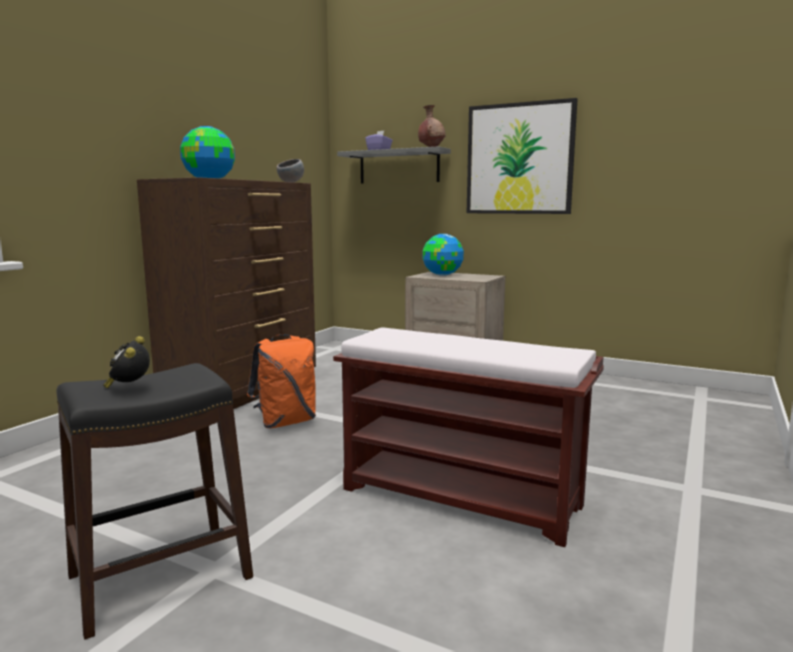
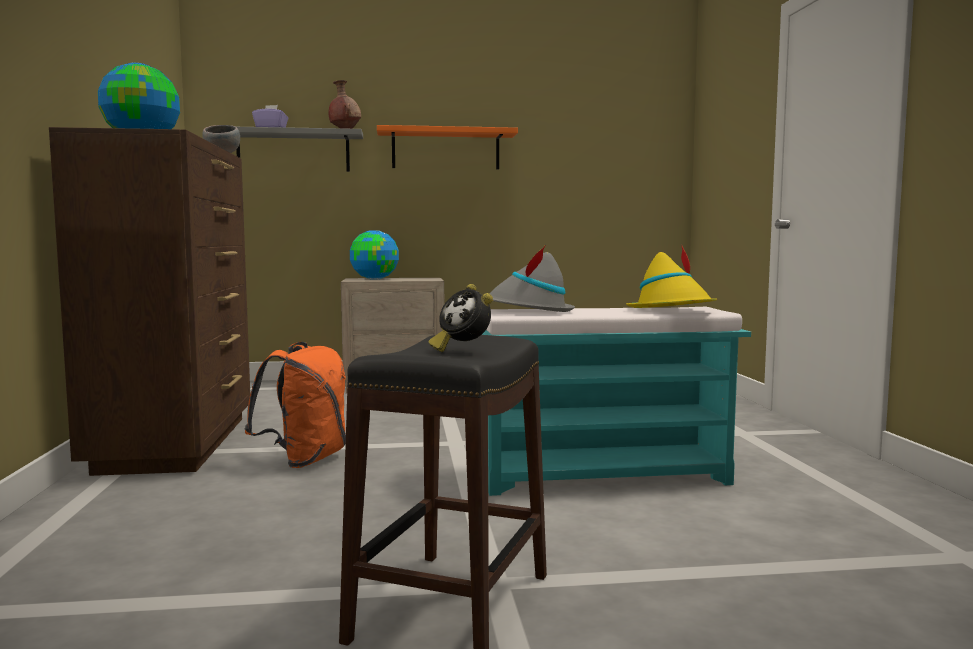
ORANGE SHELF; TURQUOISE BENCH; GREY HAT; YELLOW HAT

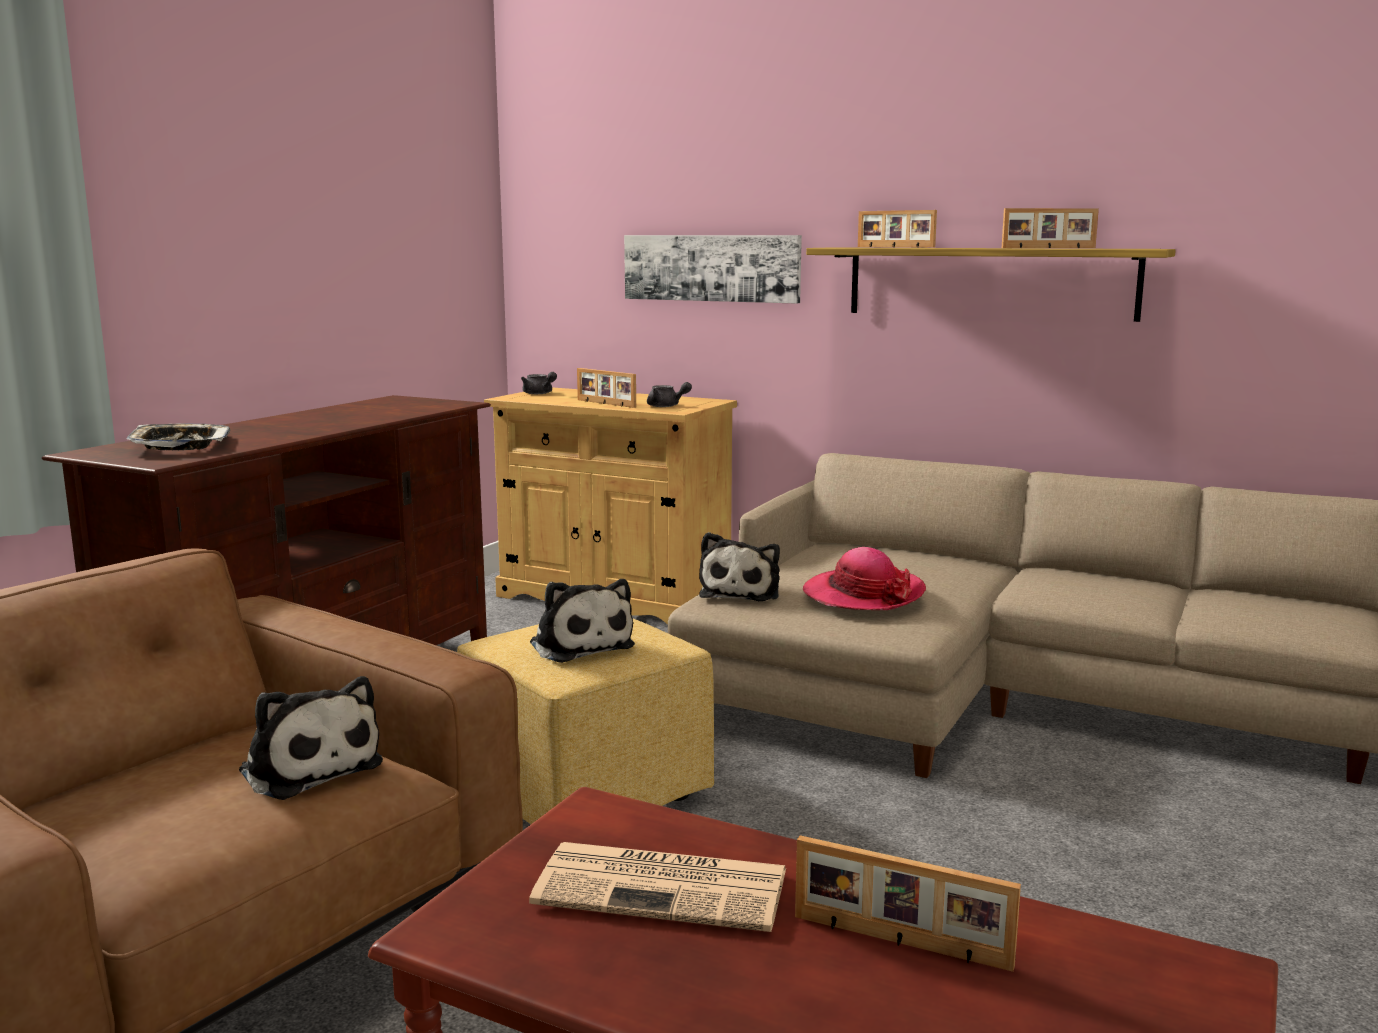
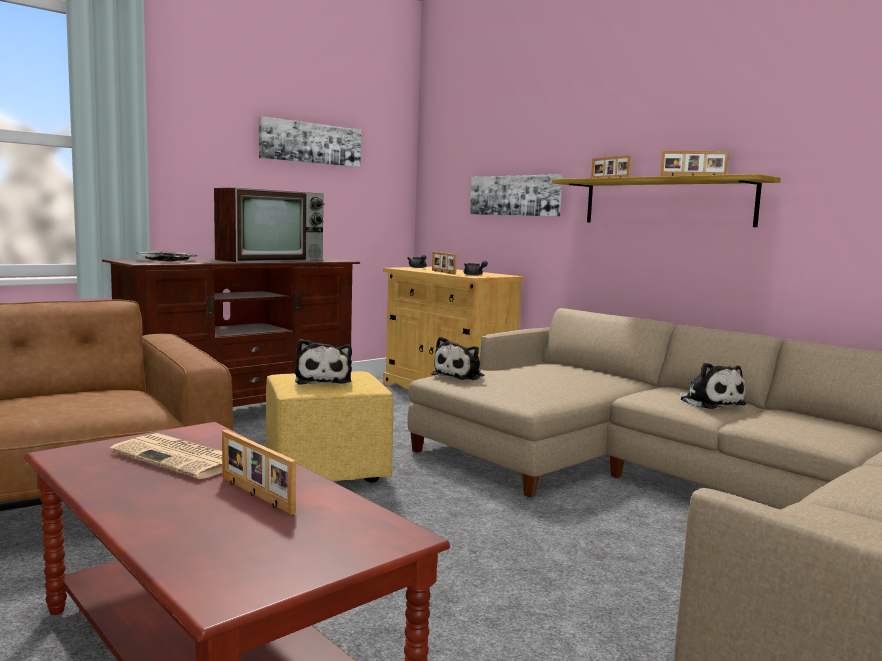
HAT; PLUSH TOY (3rd from left); PICTURE (1st from left); TELEVISION

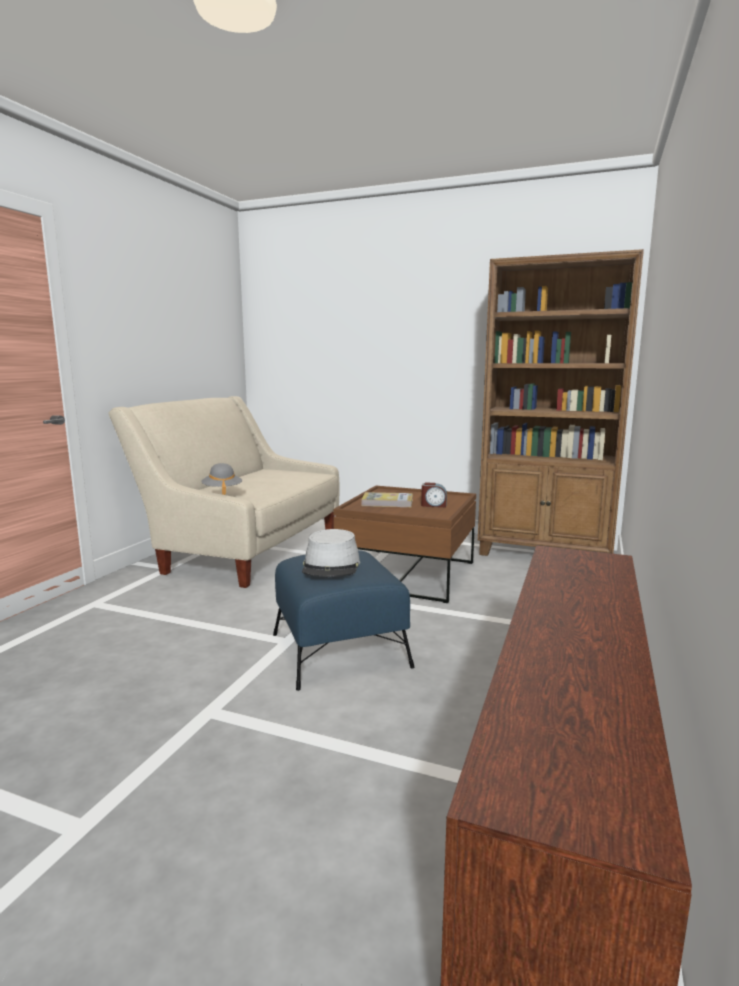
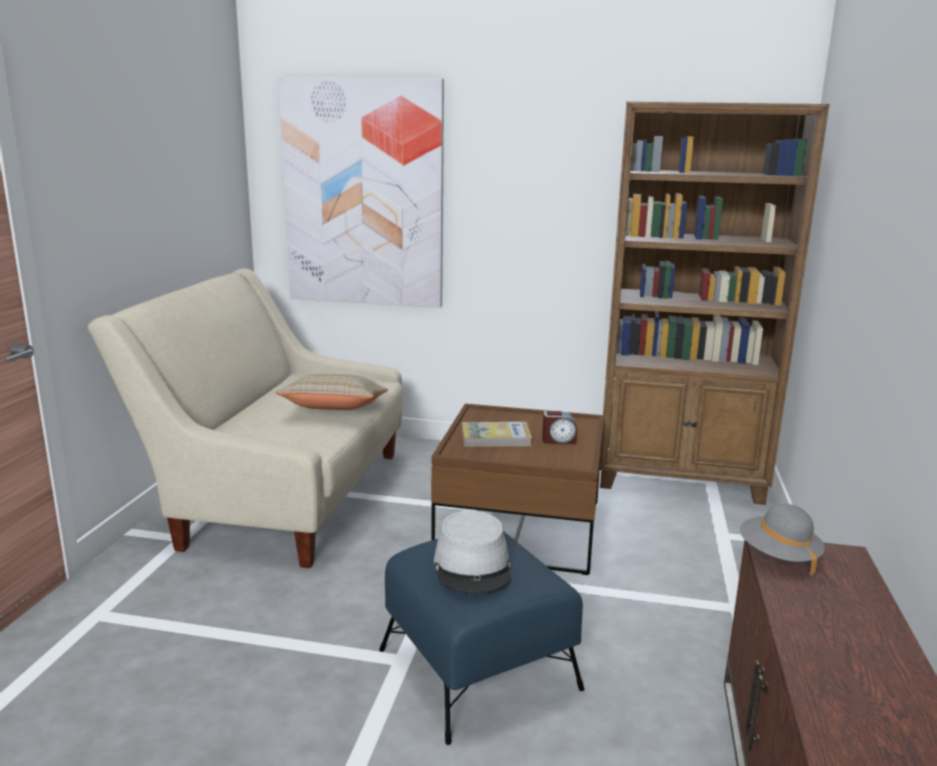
GREY HAT (2nd from left); PICTURE; BEIGE PILLOW

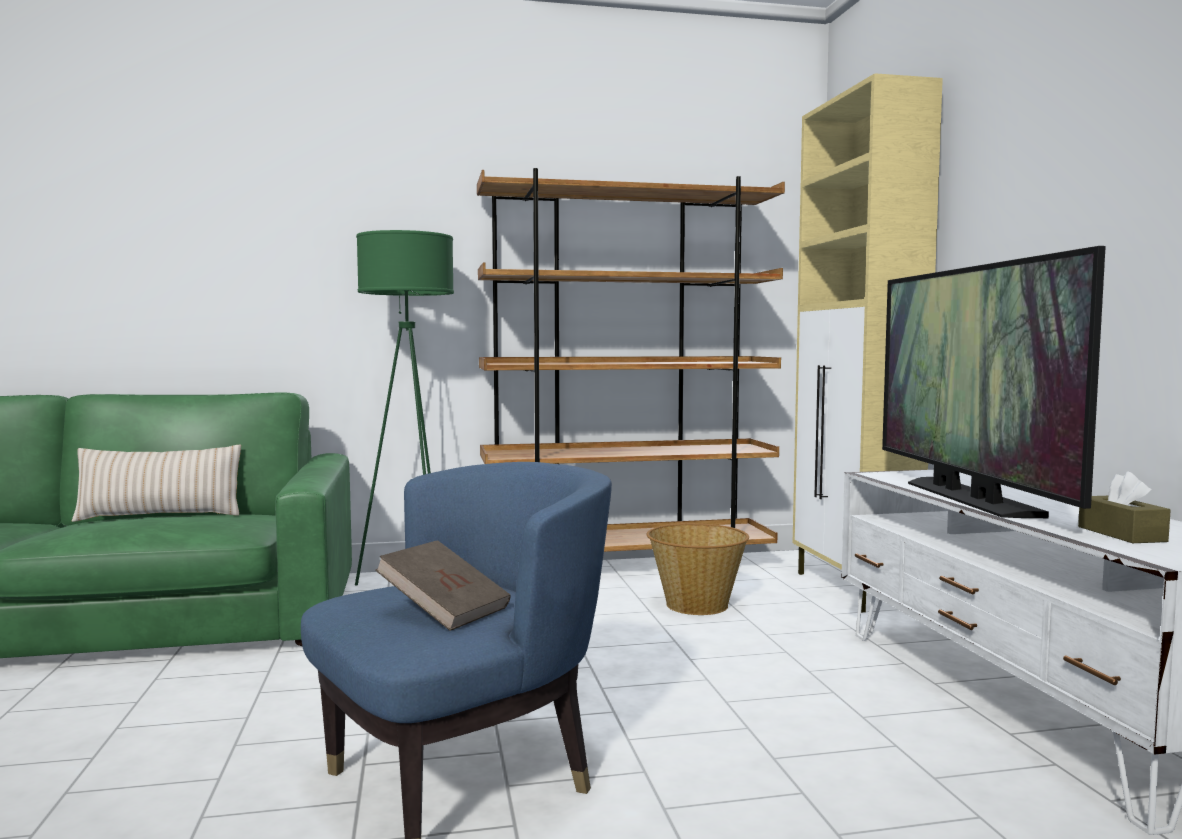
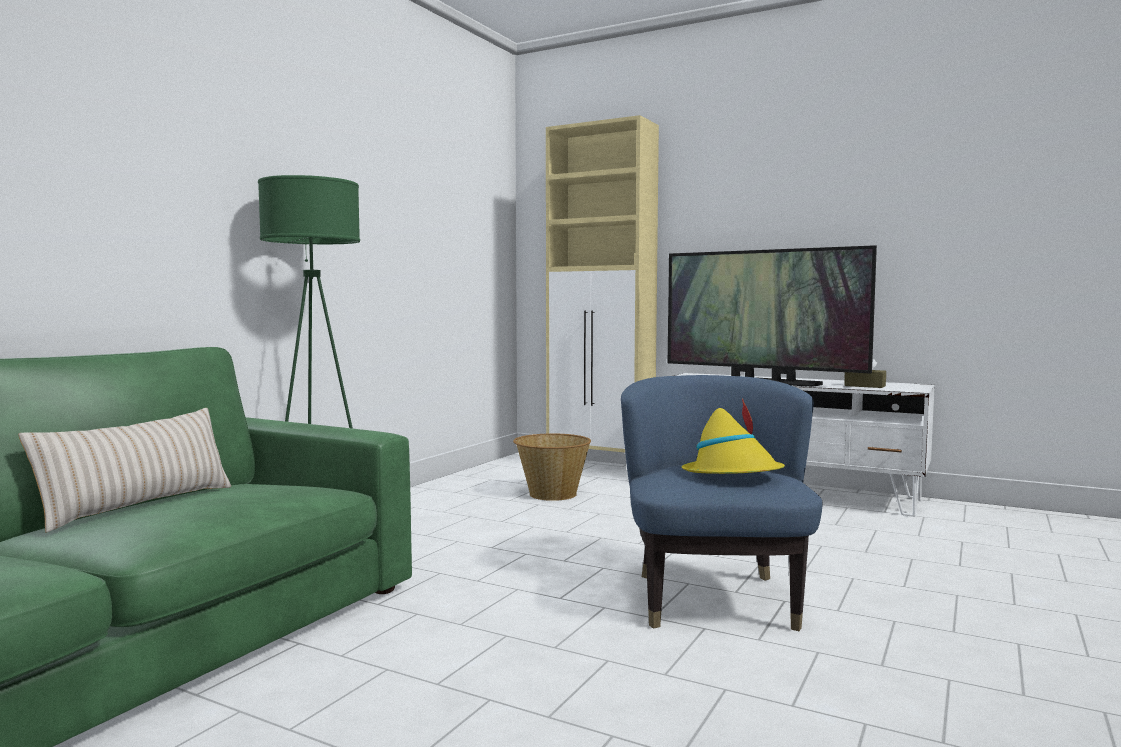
BROWN BOOKCASE; YELLOW HAT

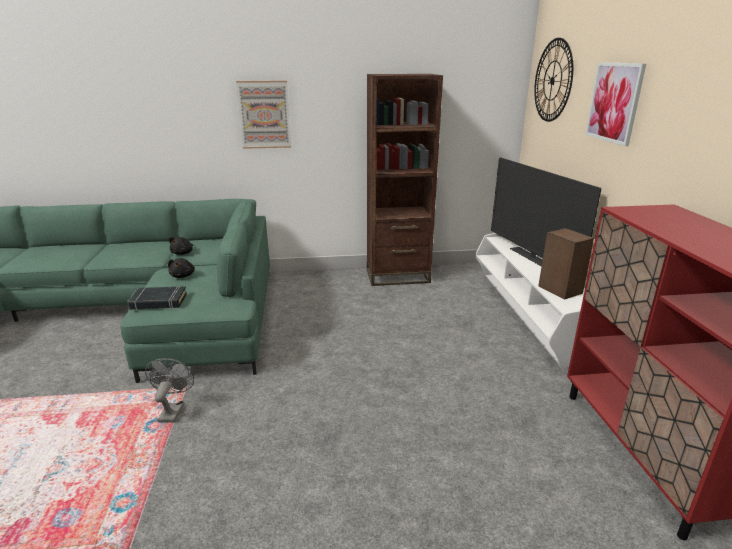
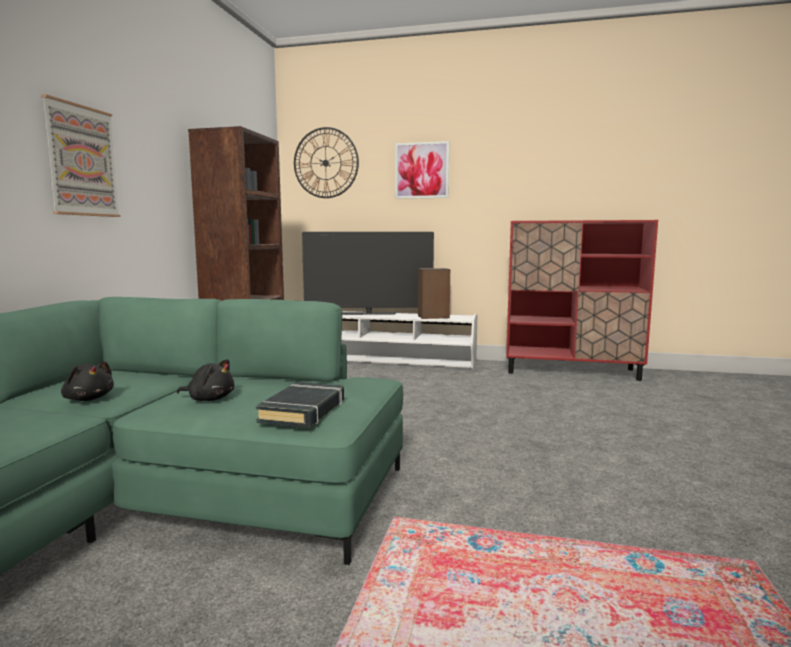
GREY FAN

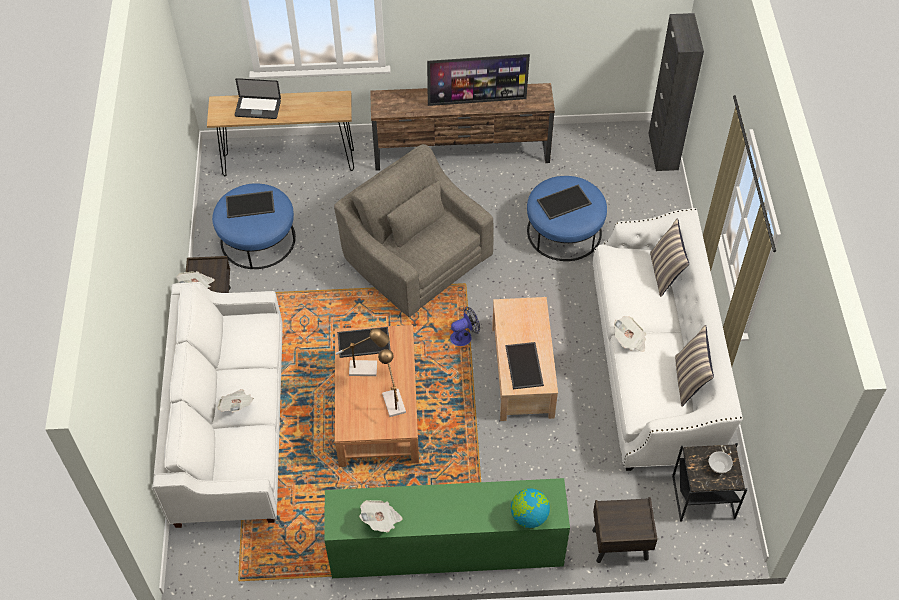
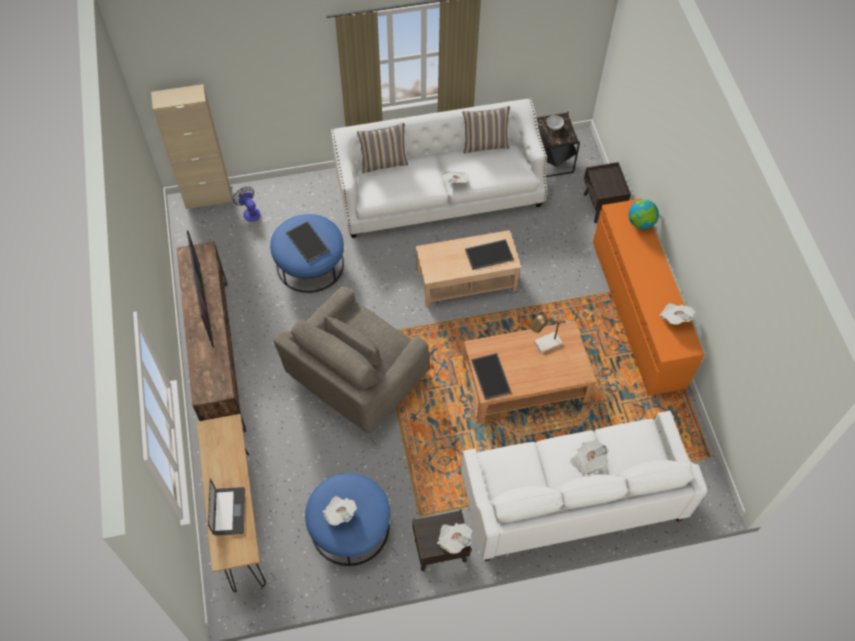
BEIGE CABINET; NEWSPAPER (1st from left); FAN; TABLE LAMP (1st from left in the first image); ORANGE DRESSER

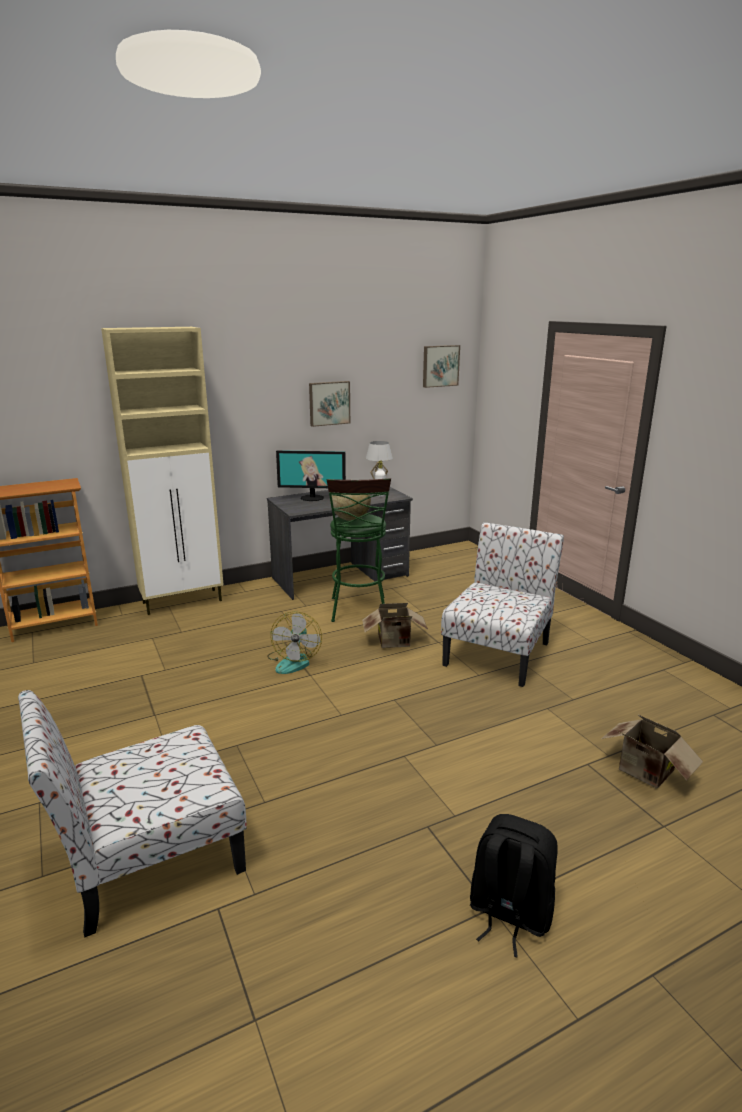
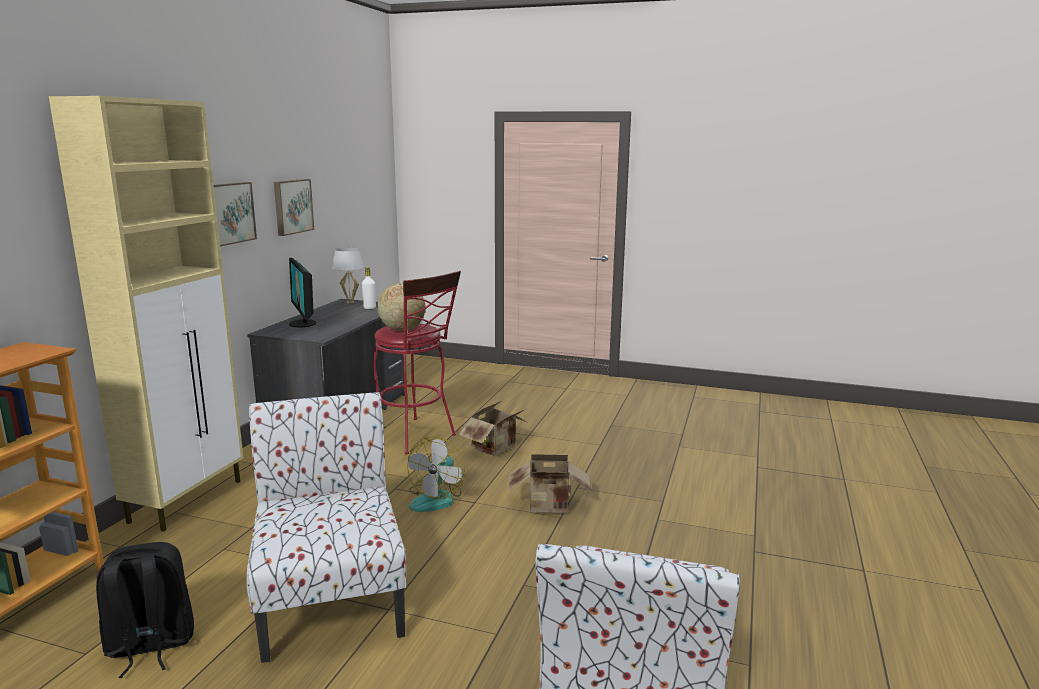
PICTURE (1st from left); MONITOR; RED STOOL; CHAIR (1st from left); FAN; CARDBOARD BOX (2nd from left); BLACK BACKPACK

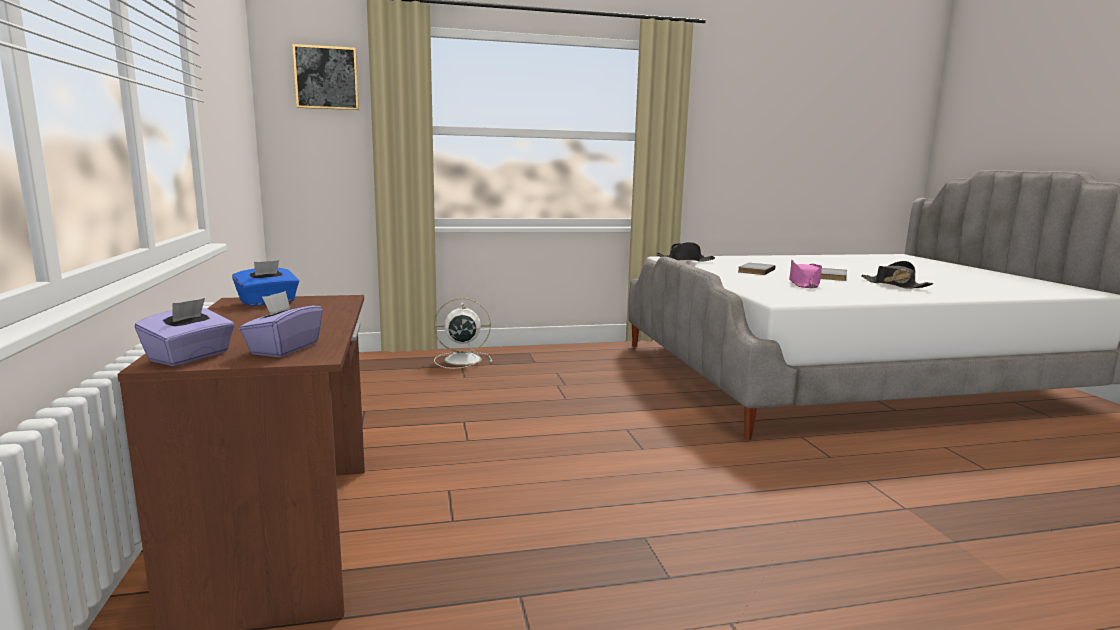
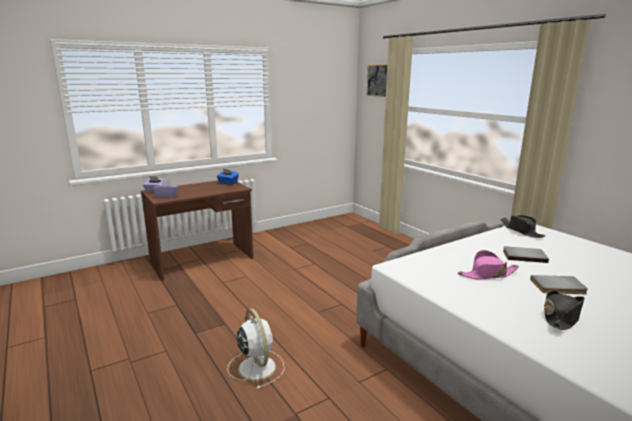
WHITE FAN

